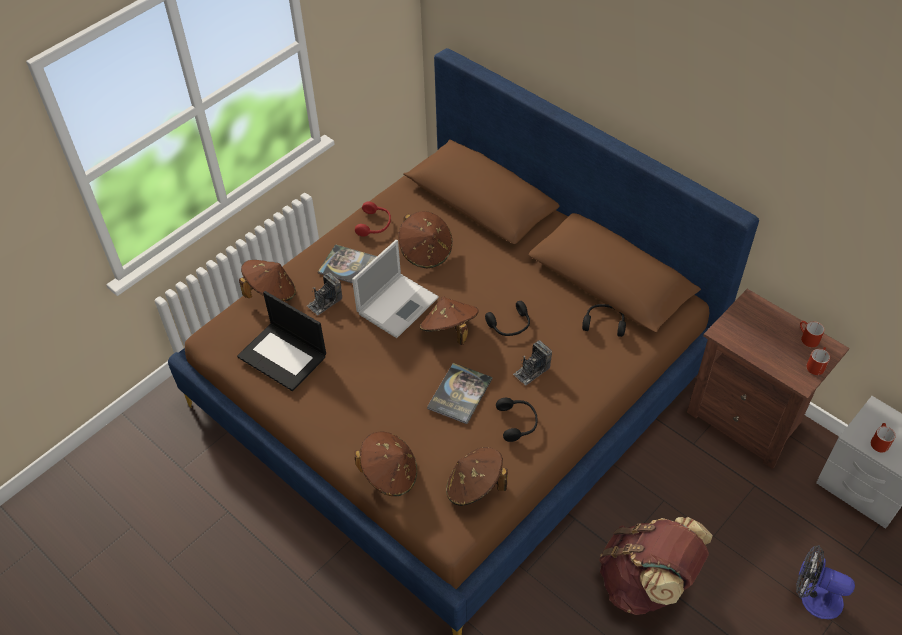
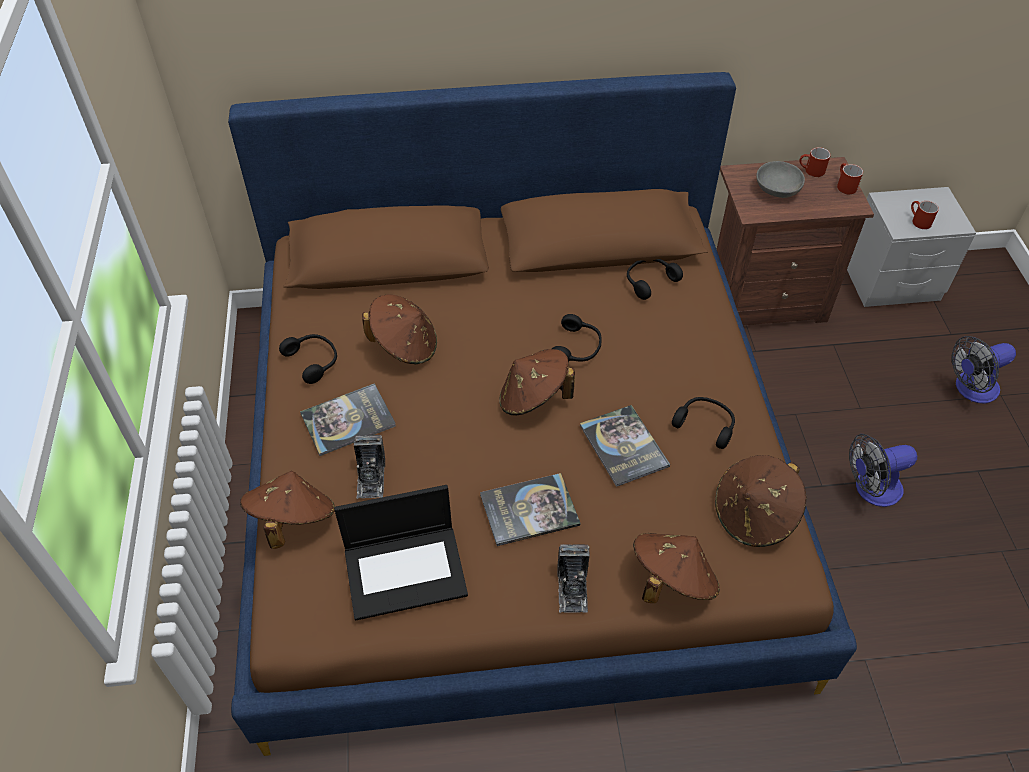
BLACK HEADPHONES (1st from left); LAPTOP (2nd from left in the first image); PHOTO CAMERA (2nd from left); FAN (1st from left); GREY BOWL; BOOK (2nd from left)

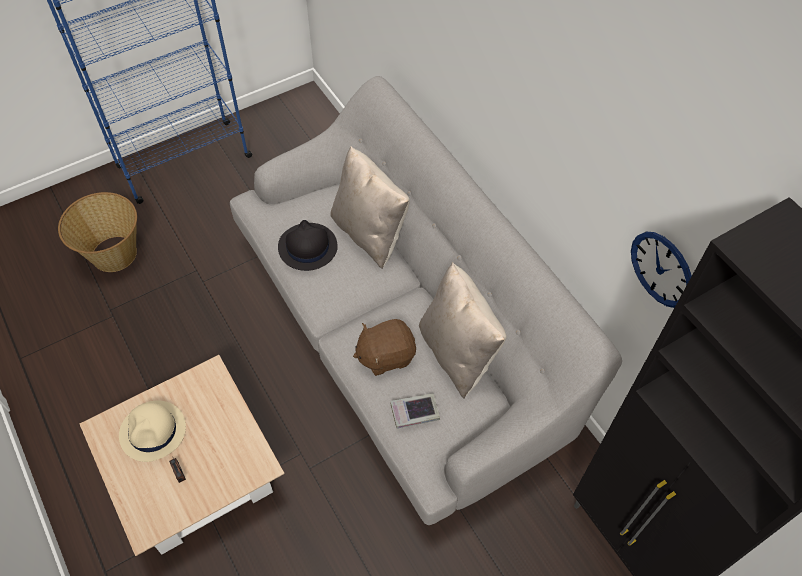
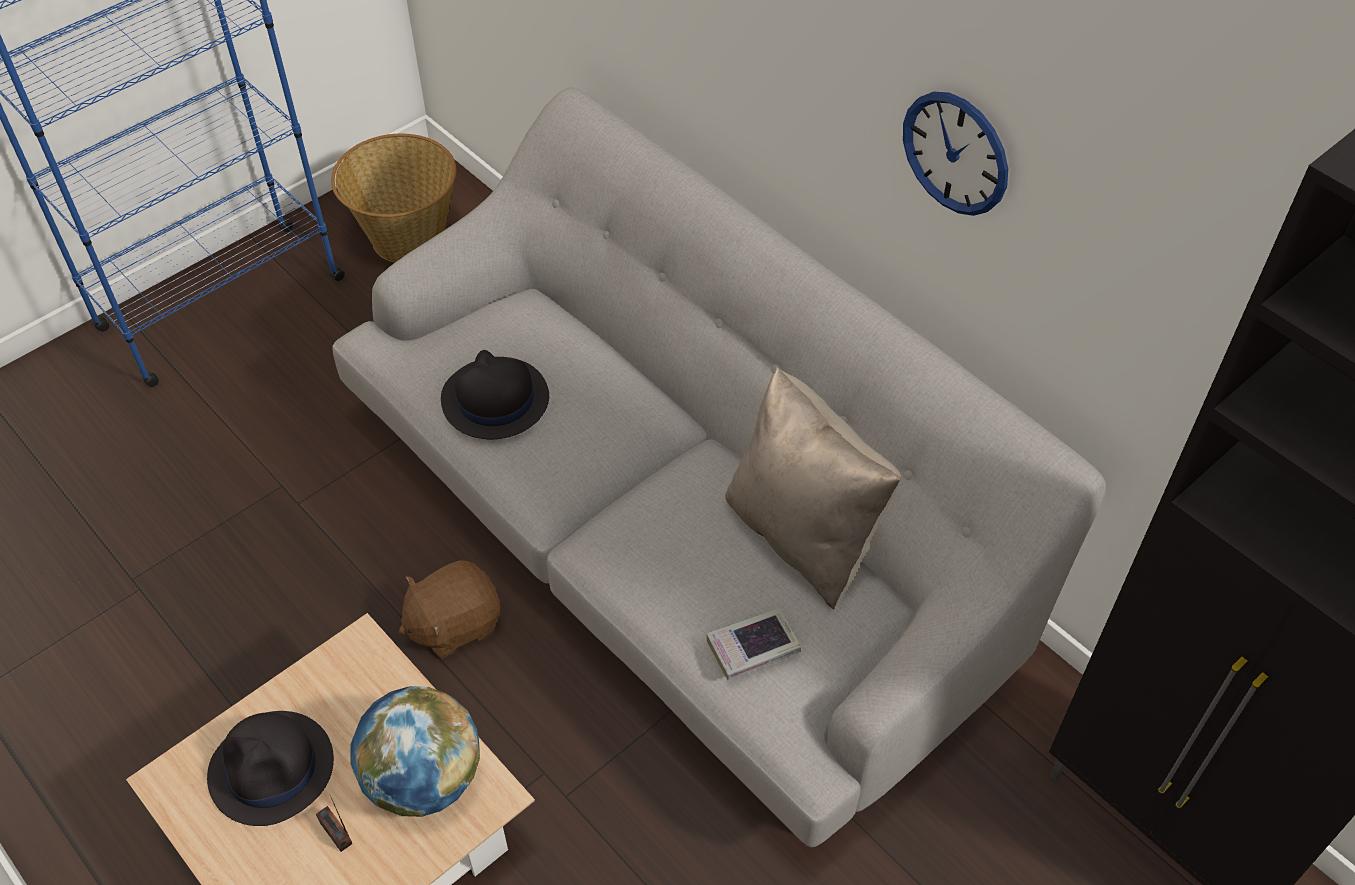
BEIGE PILLOW (1st from left in the first image); BASKET; WALL CLOCK; BROWN PLUSH TOY; BLACK HAT (1st from left); GLOBE

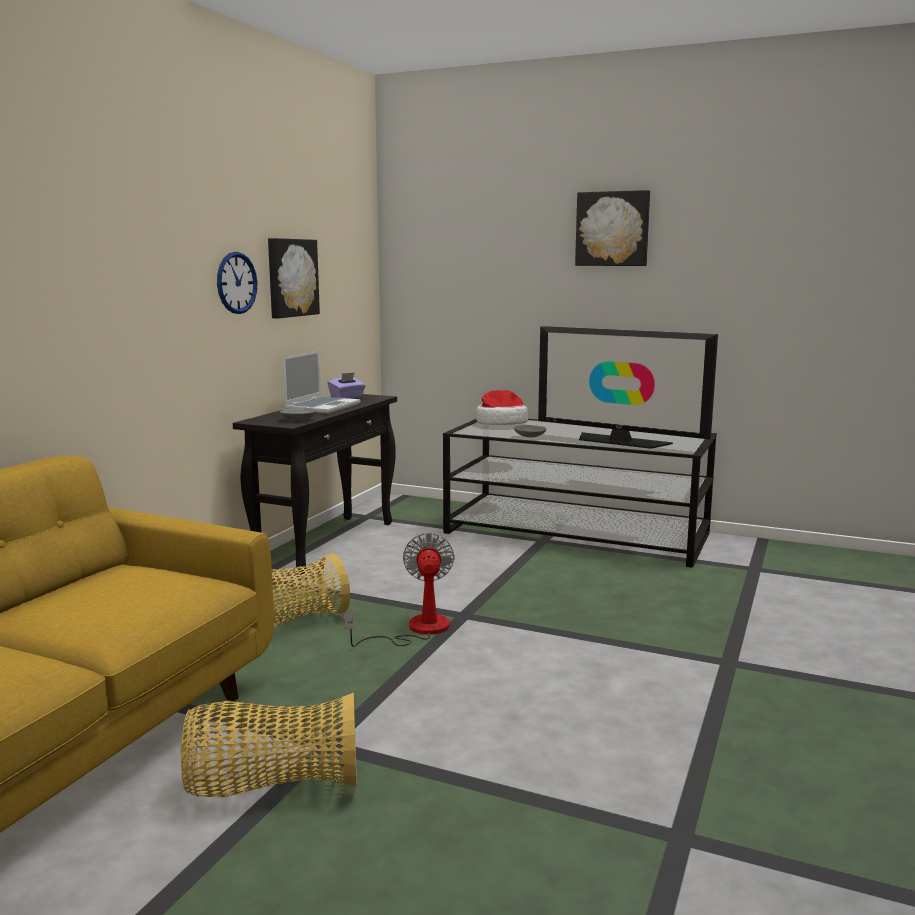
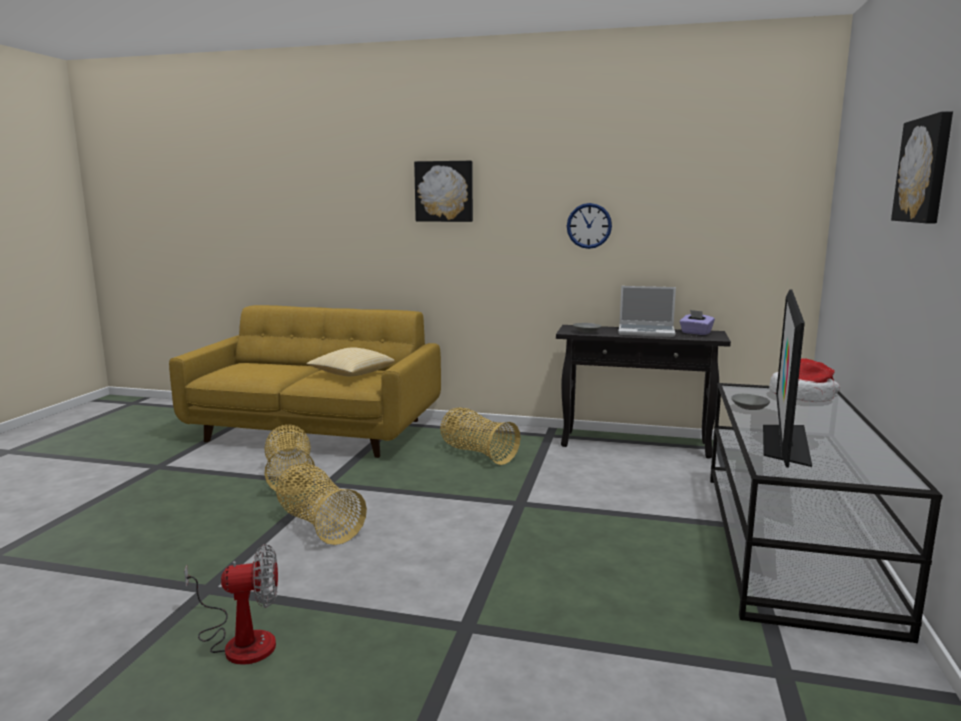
PICTURE (1st from left); FAN; PILLOW; BASKET (2nd from left)

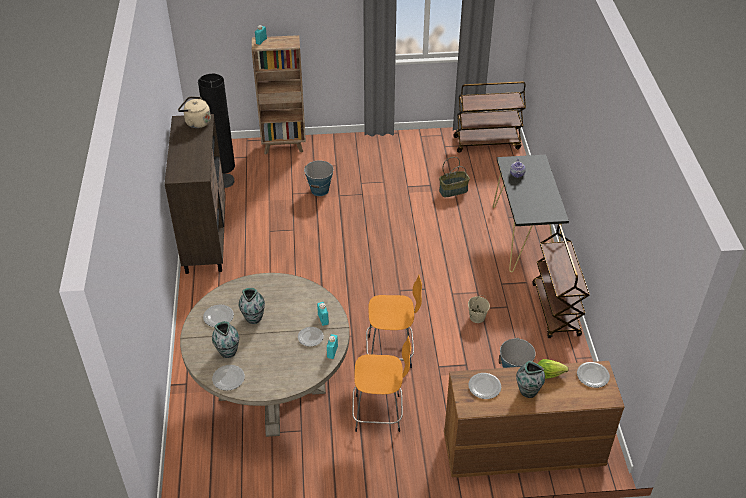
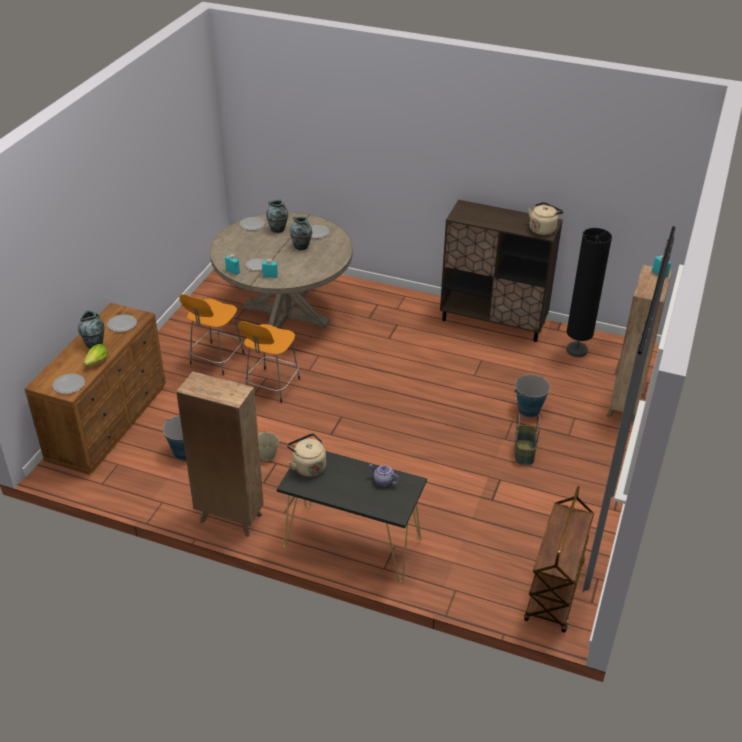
BASKET; BROWN BOOKCASE (1st from left); BEIGE KETTLE (1st from left)

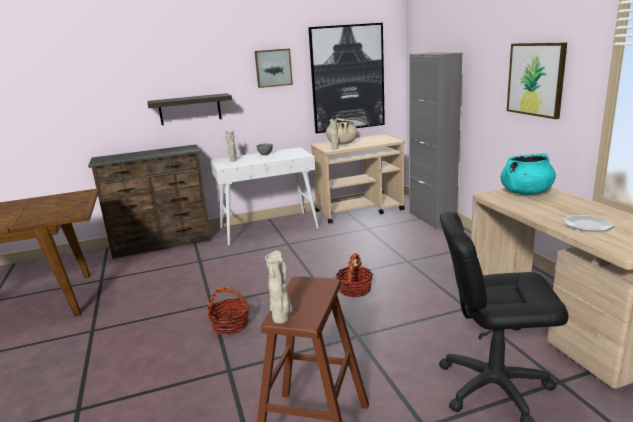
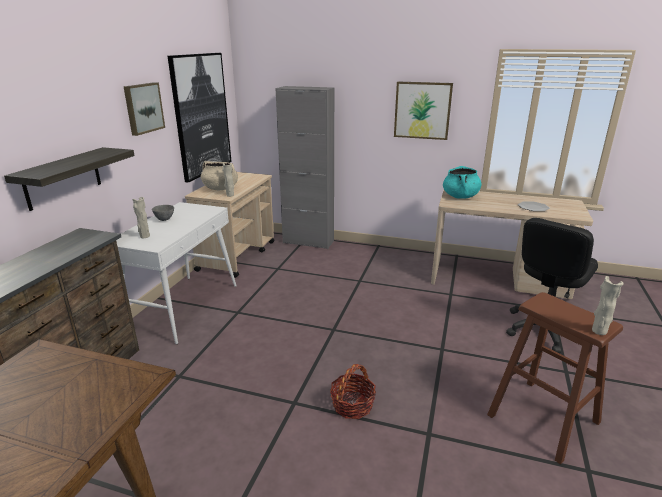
BASKET (2nd from left in the first image)

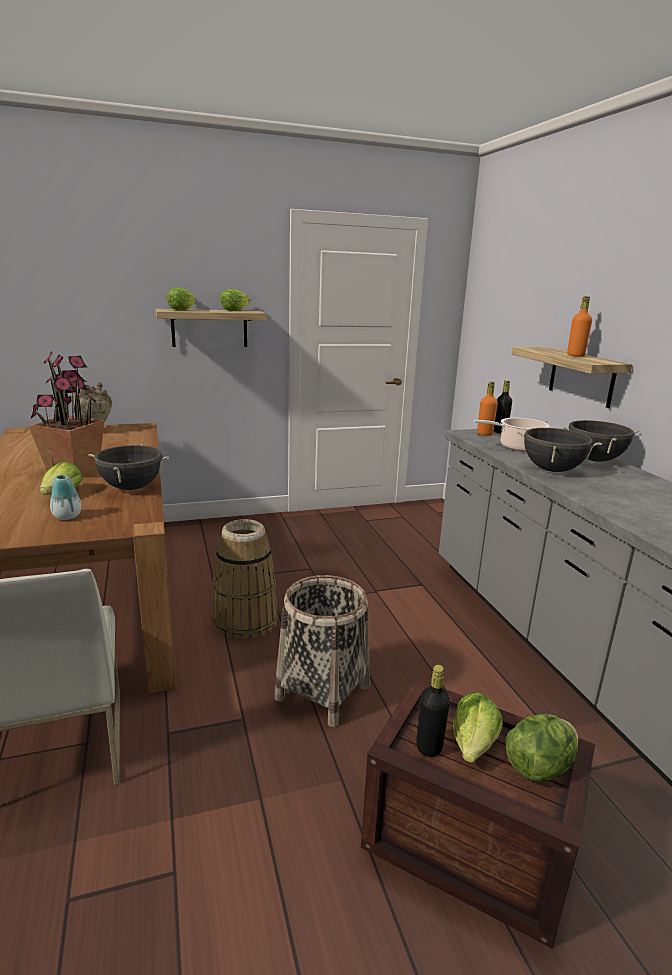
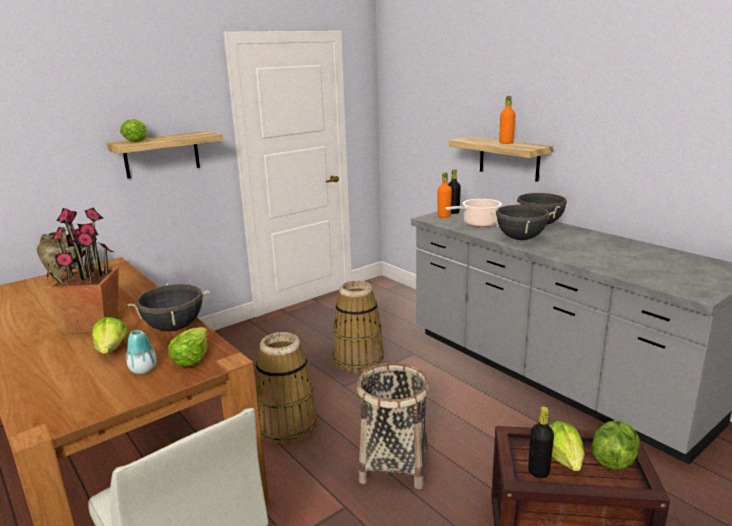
LETTUCE (3rd from left); BASKET (2nd from left)

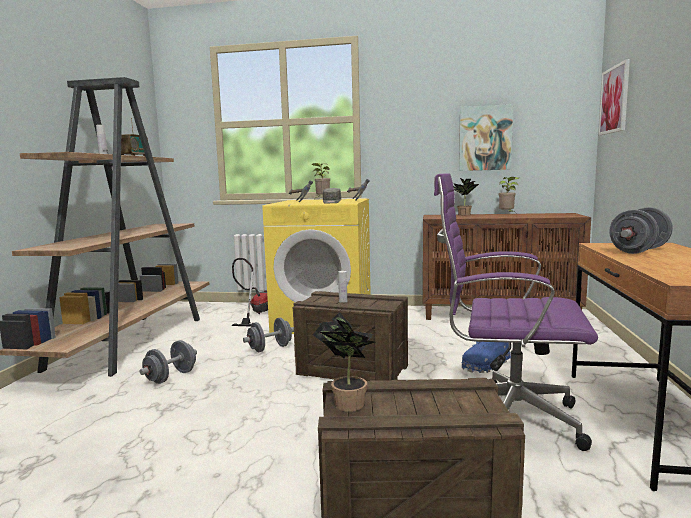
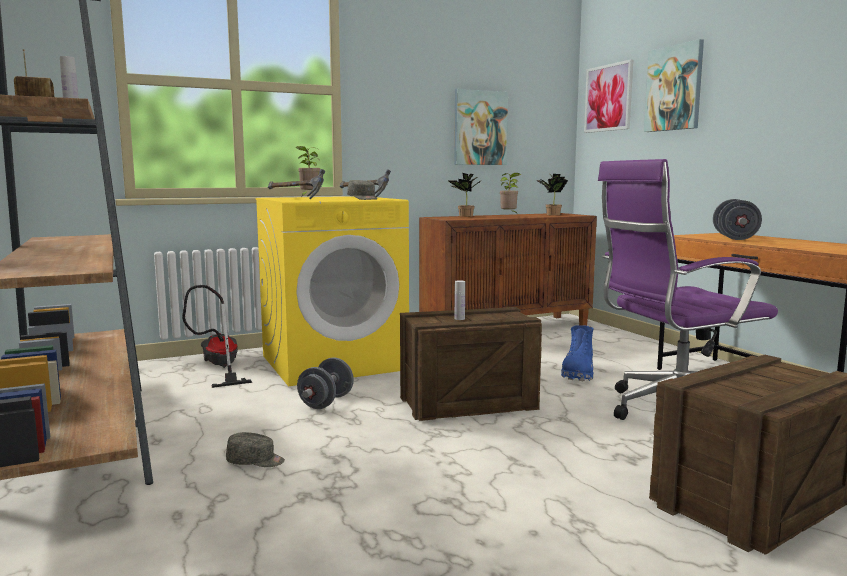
POTTED PLANT (4th from left); GREY CAP (1st from left); PICTURE (3rd from left)

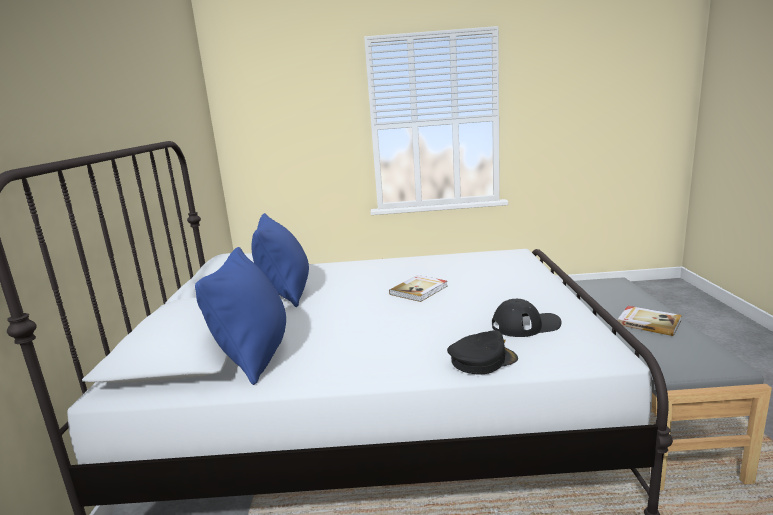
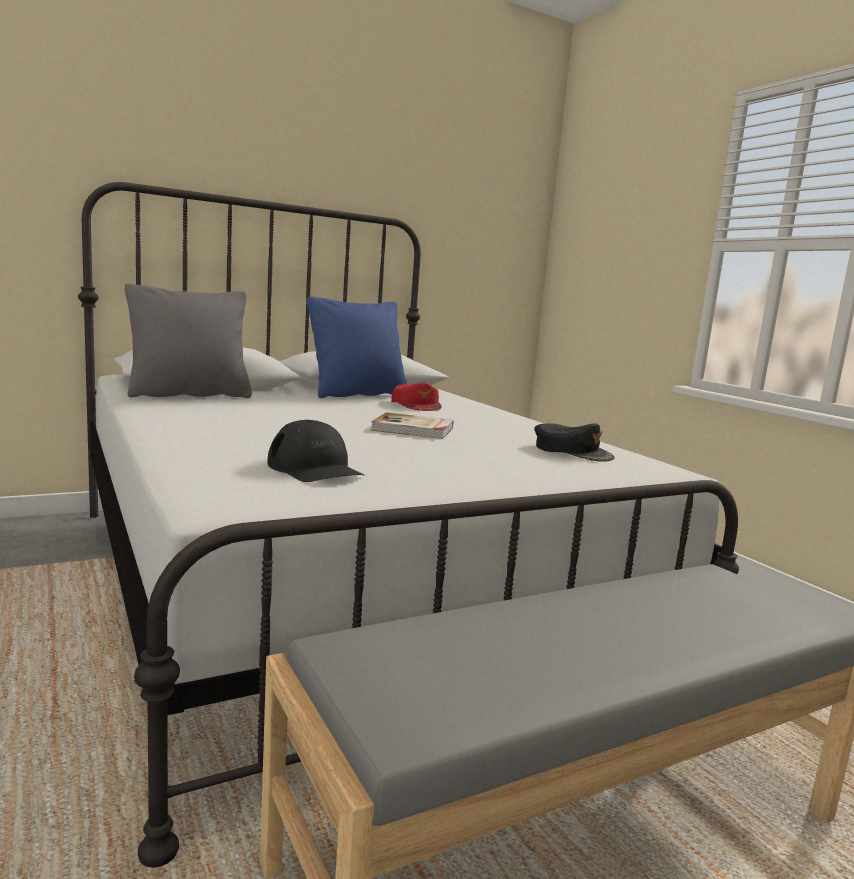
GREY PILLOW; BOOK (2nd from left in the first image); BLACK CAP (2nd from left); RED CAP

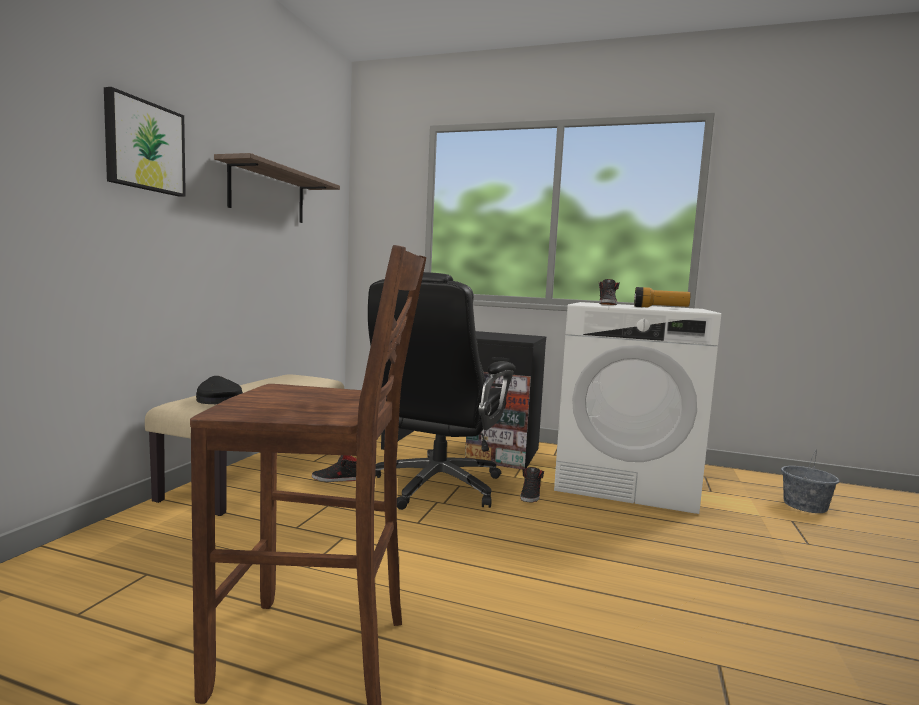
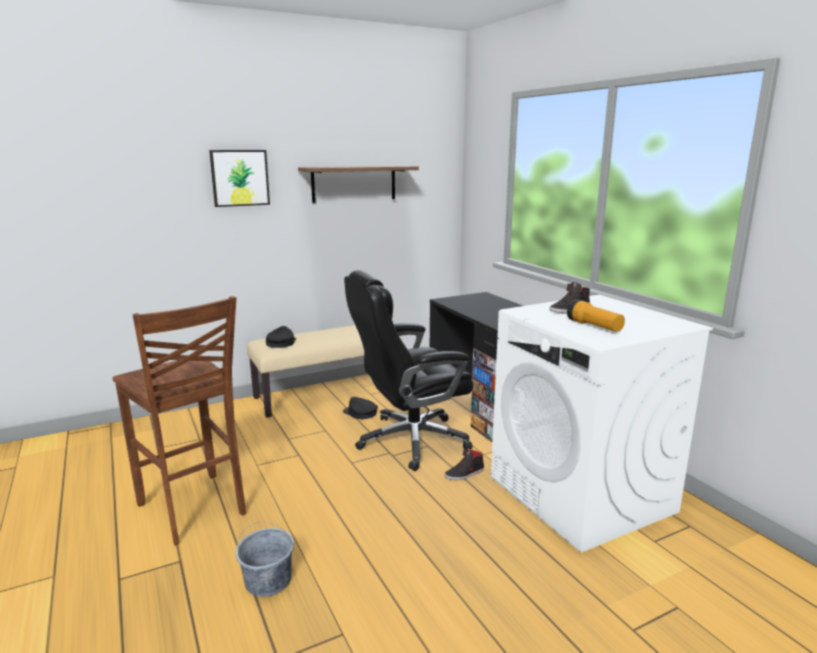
GREY BUCKET; BLACK CAP (2nd from left)

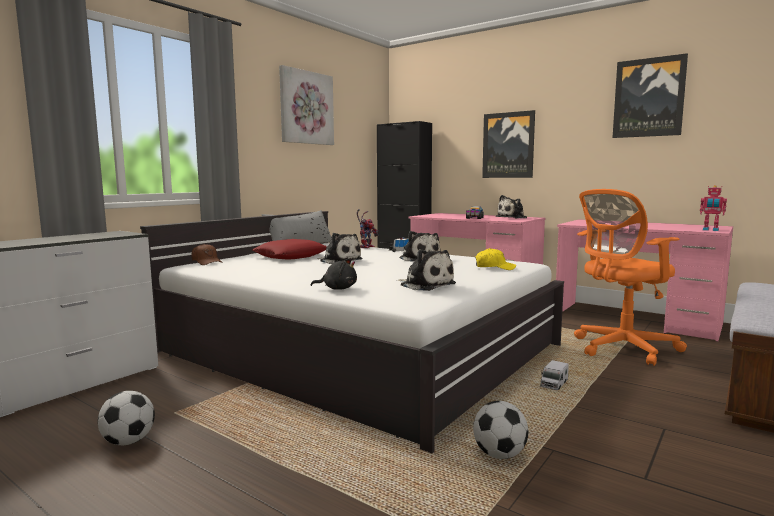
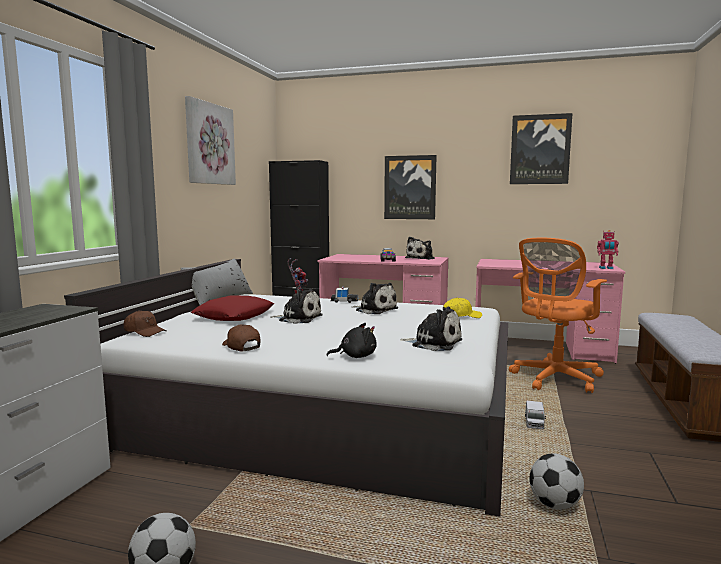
BROWN CAP (2nd from left)

